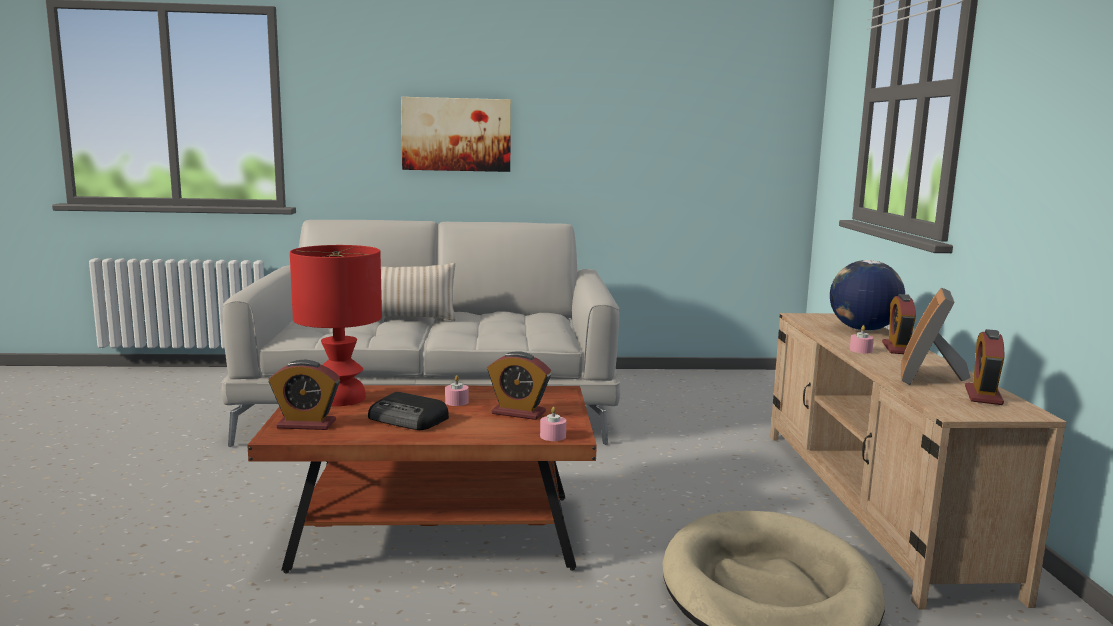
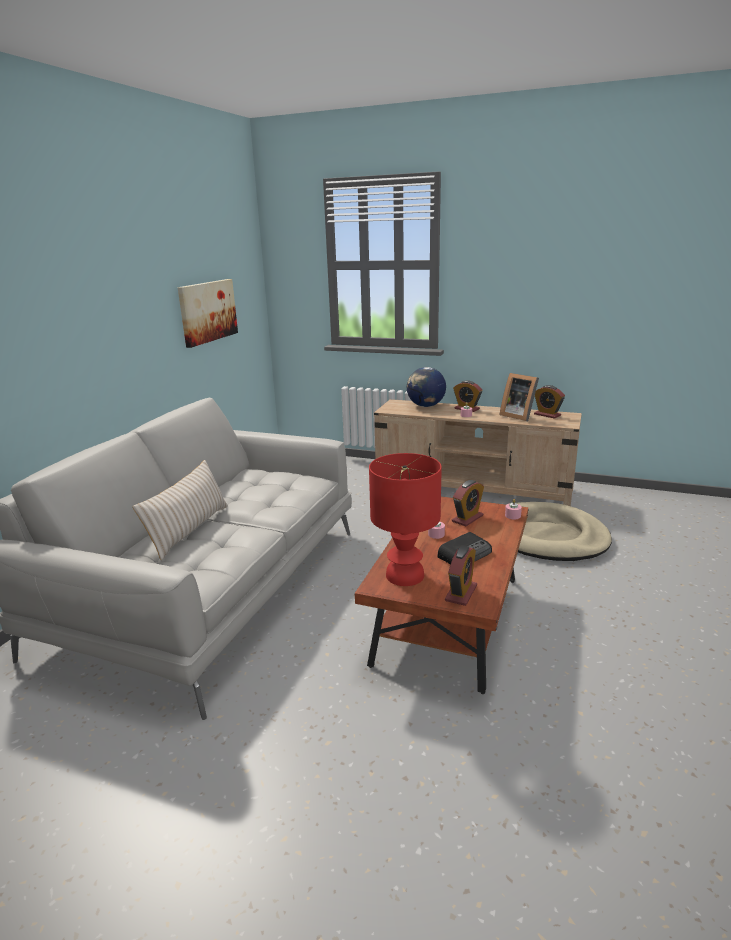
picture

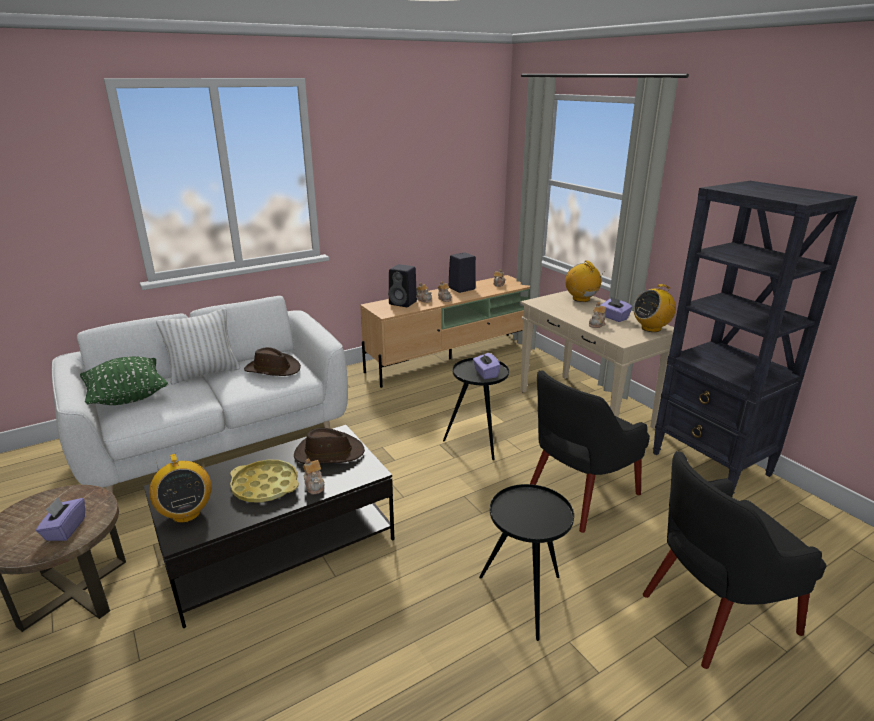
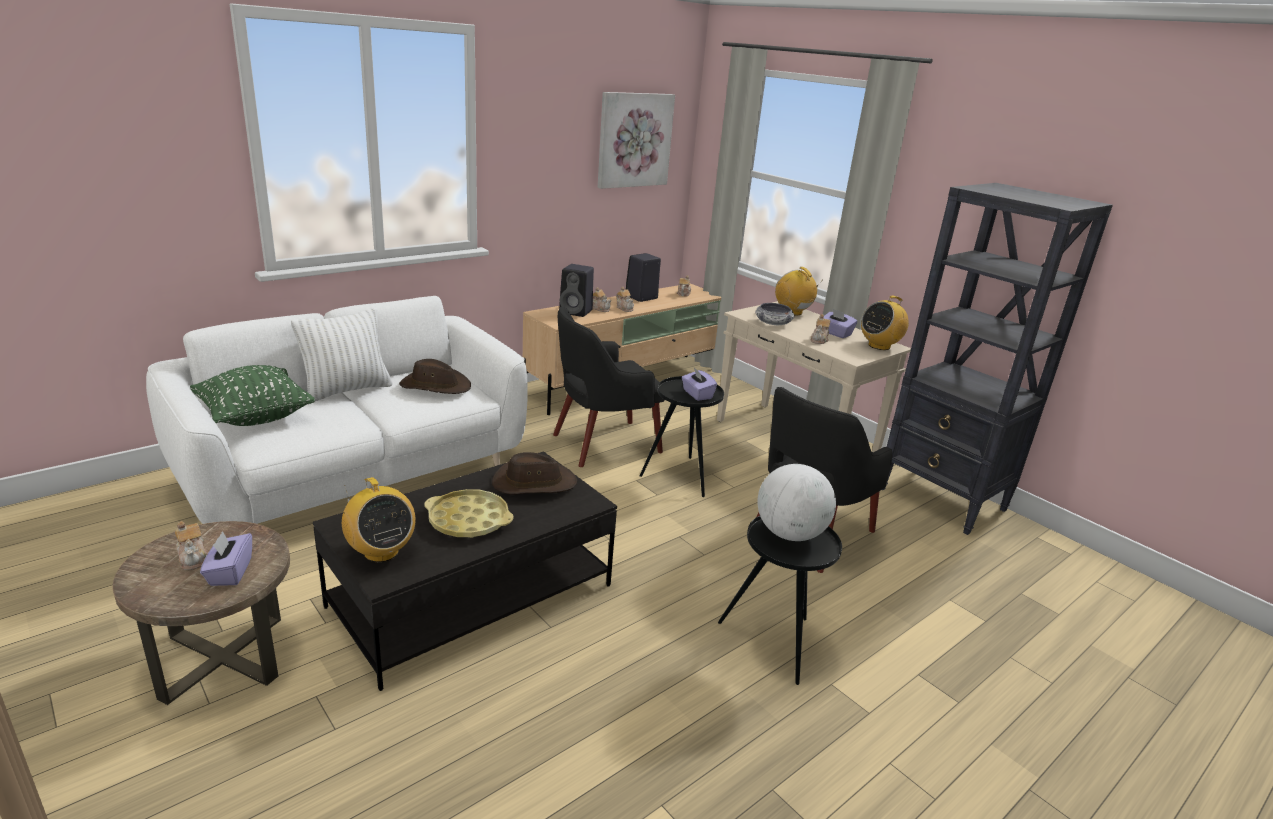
picture
deep dish
world globe
tea pot (1st from left)
black easy chair (1st from left)

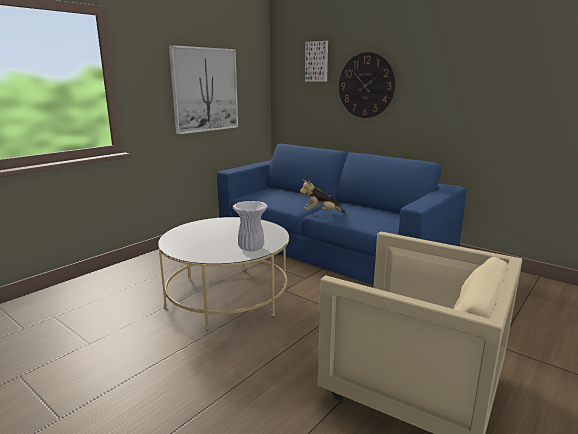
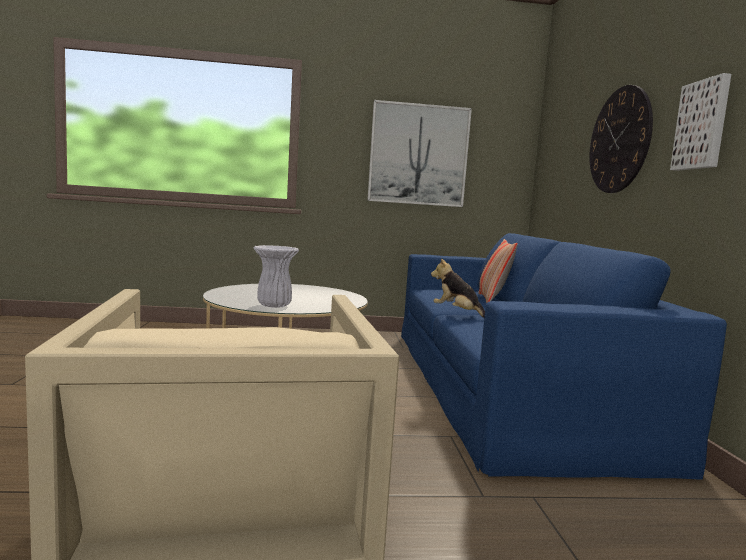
cushion
picture (2nd from left)

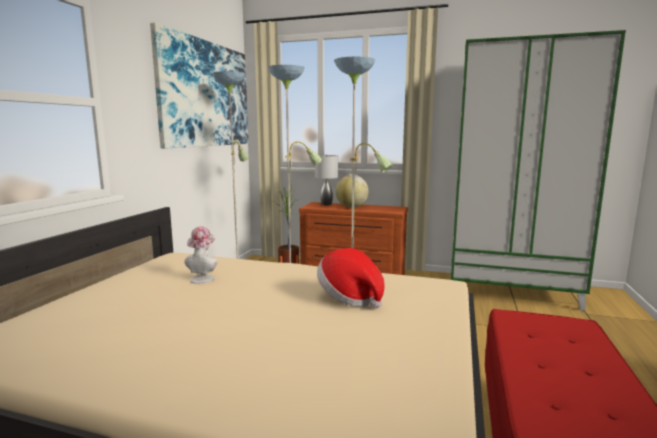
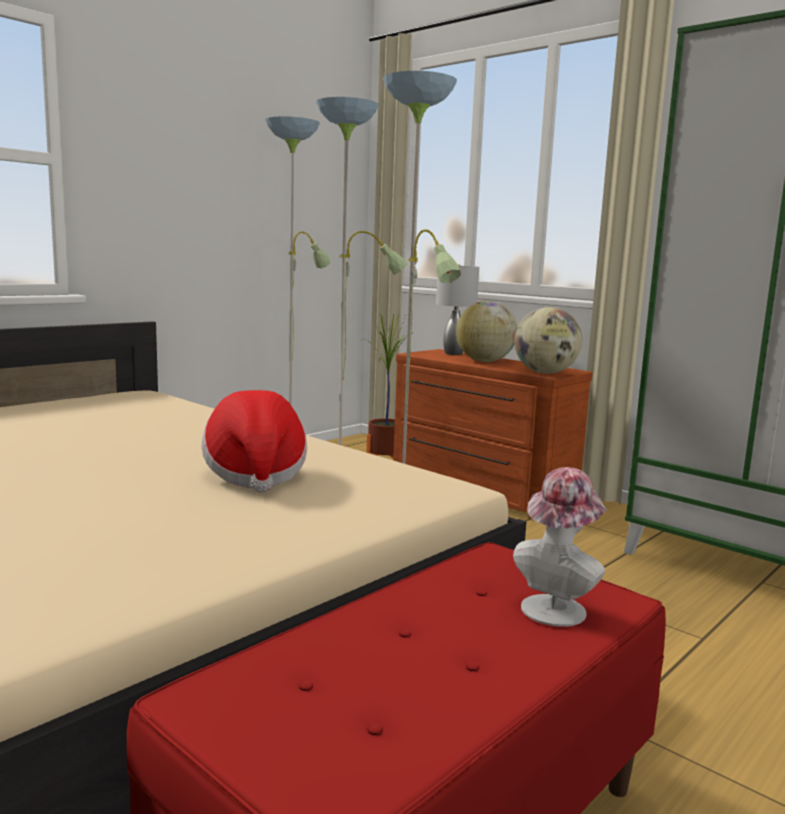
picture
world globe (2nd from left)
wearable hat (2nd from left)

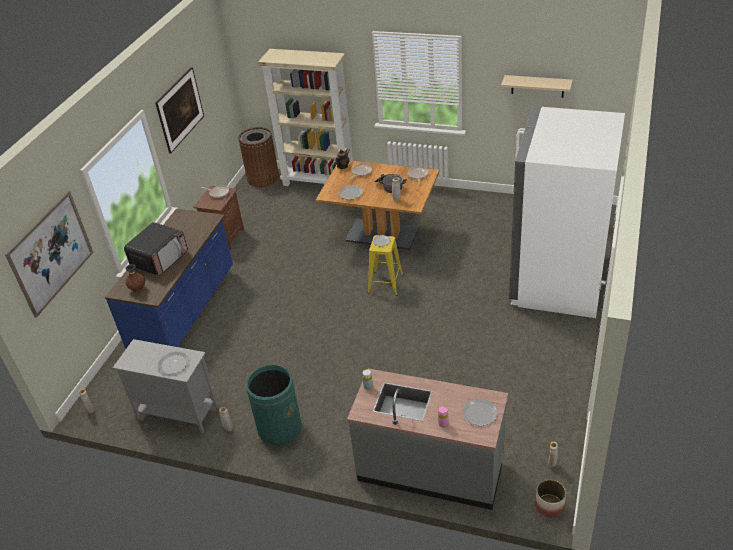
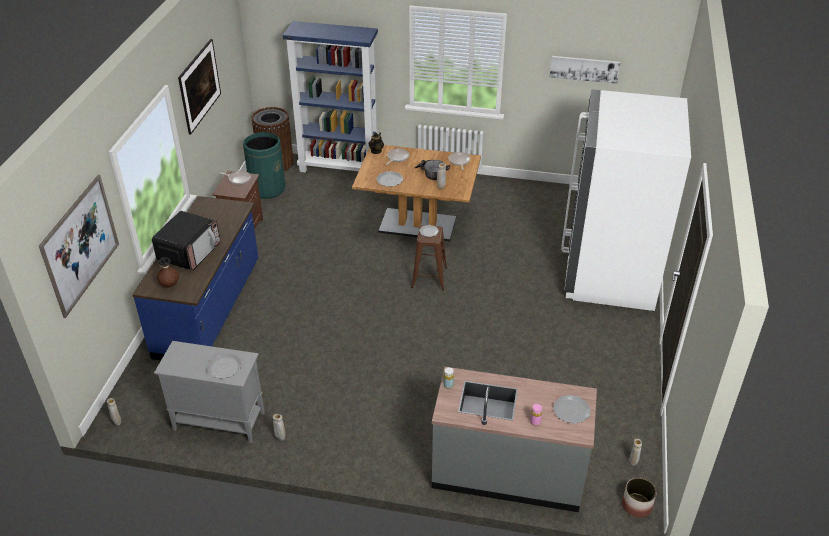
greenish trash can
picture (3rd from left)
blue-coloured bookcase
brown-coloured stool

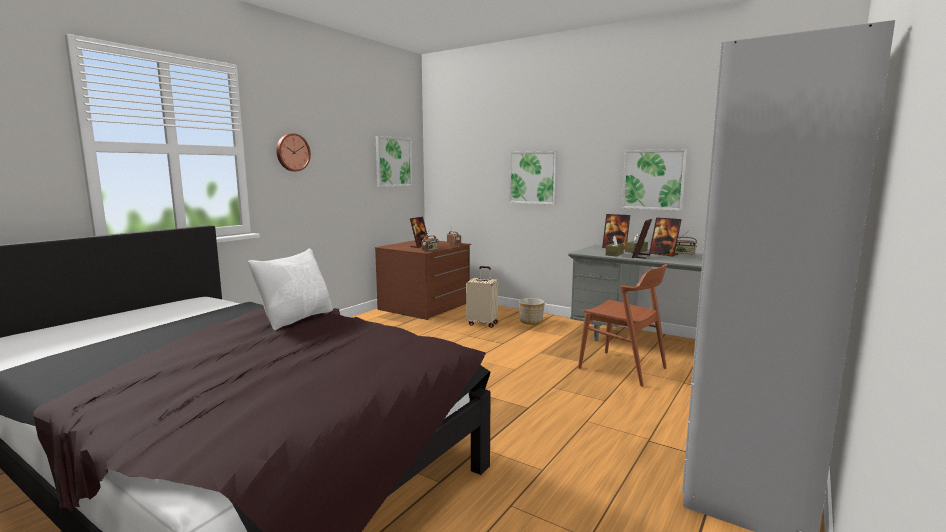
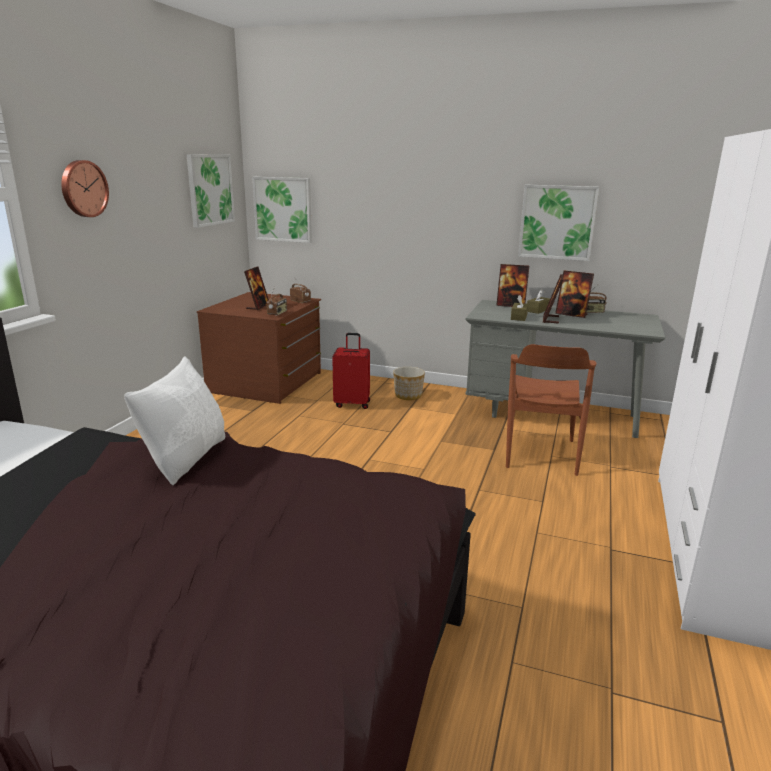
picture (2nd from left)
red piece of luggage
brown-coloured upright chair

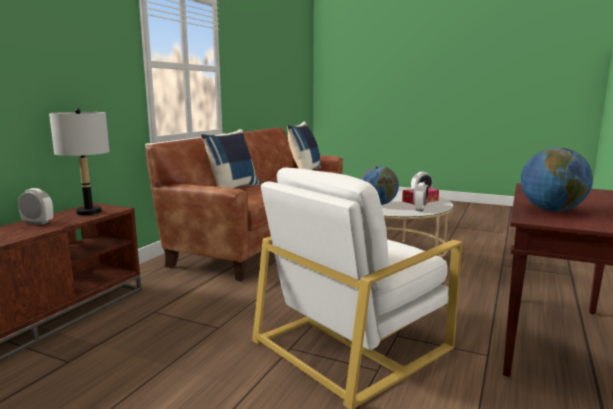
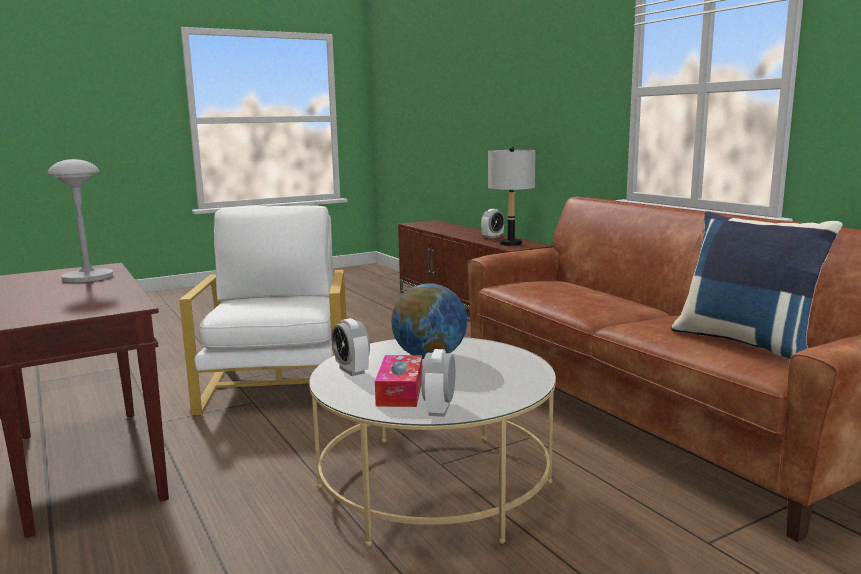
blue-coloured cushion (1st from left in the first image)
gray tabletop lamp (1st from left)

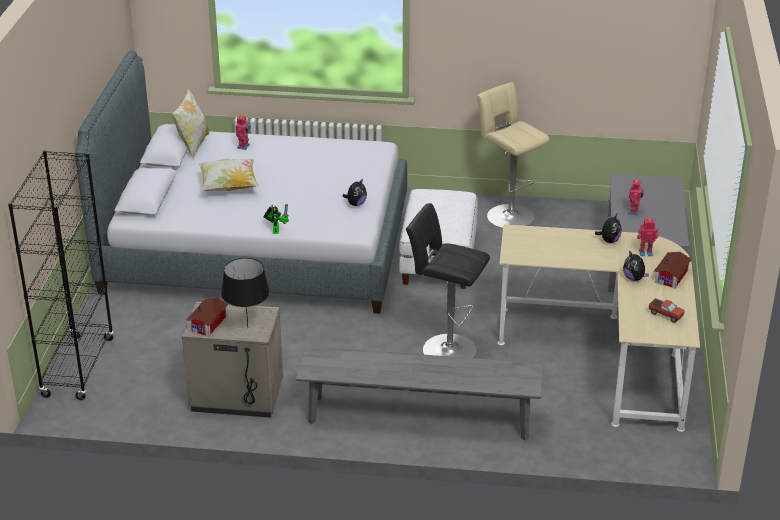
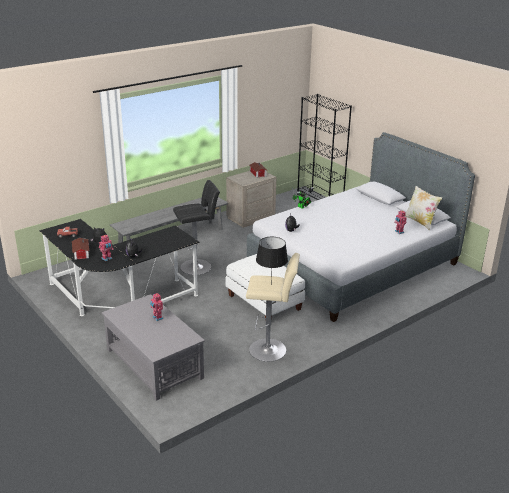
cushion (2nd from left in the first image)
black tabletop lamp
black desk

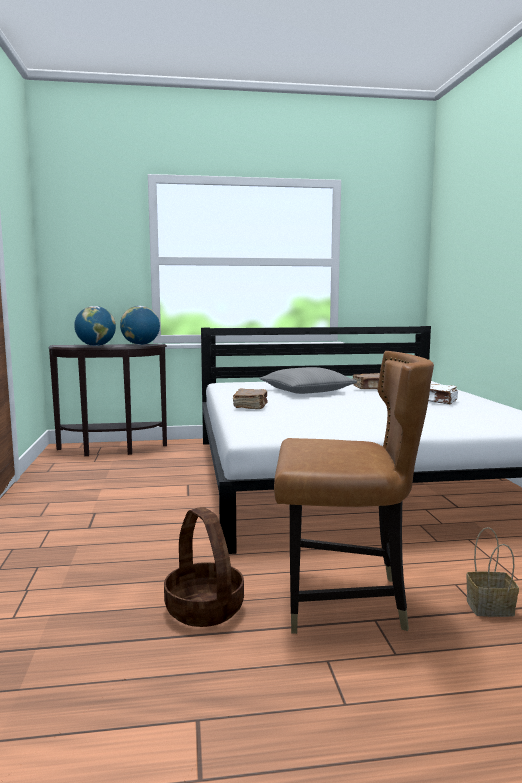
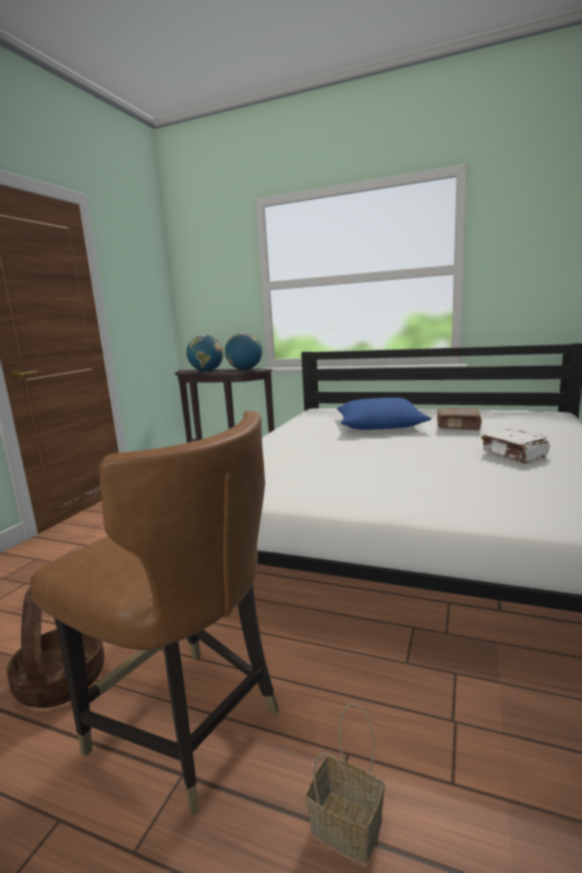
brown-coloured book (1st from left in the first image)
blue-coloured cushion

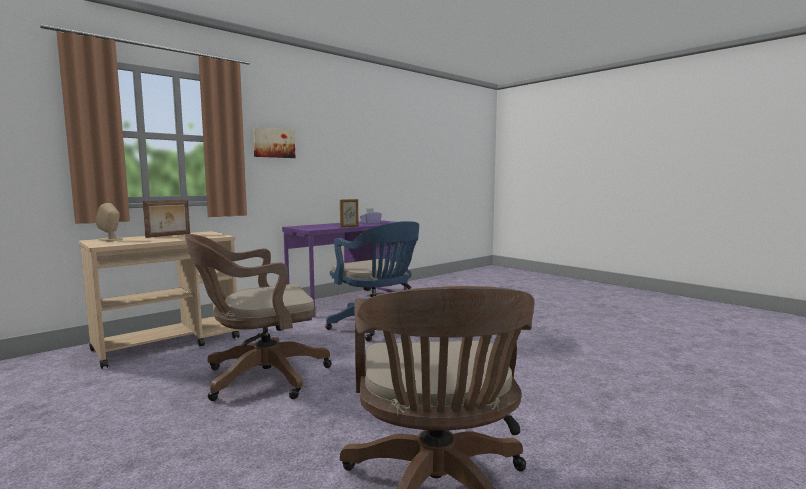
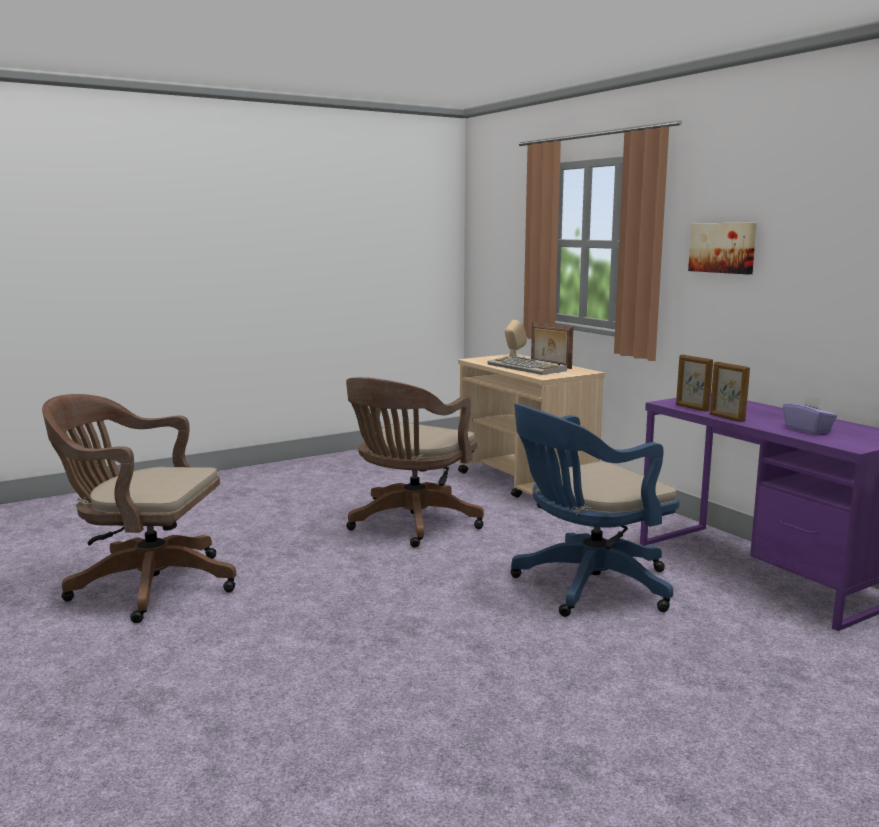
computer keyboard
standing frame (2nd from left)
brown-coloured desk chair (2nd from left)

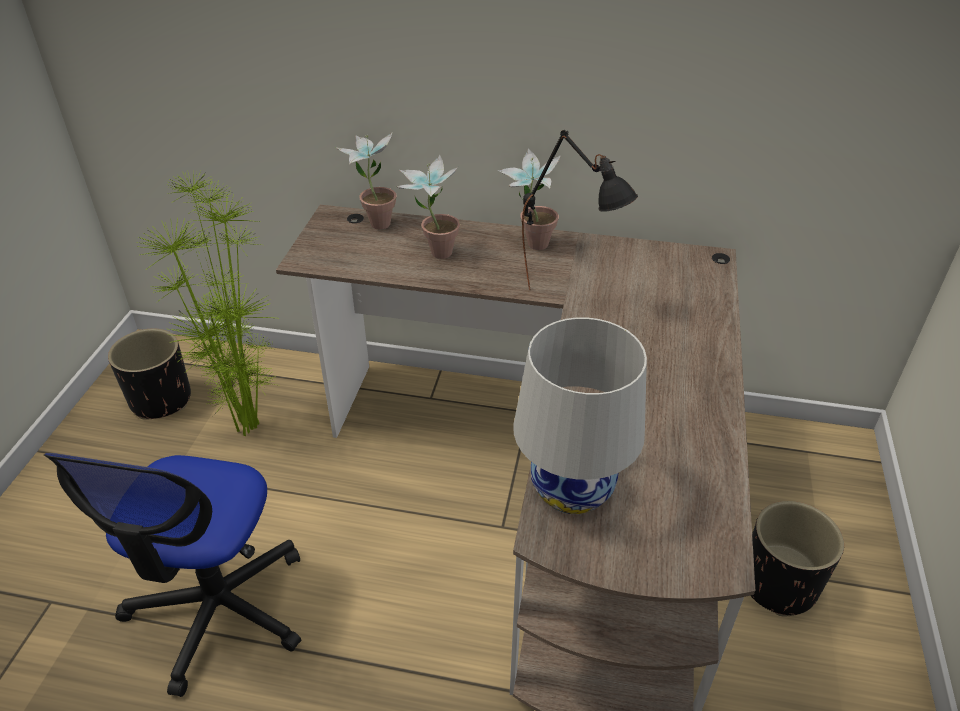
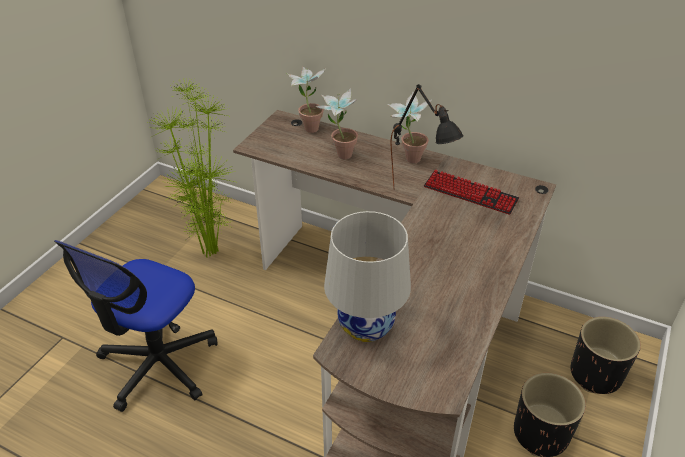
computer keyboard
black flower pot (2nd from left)

